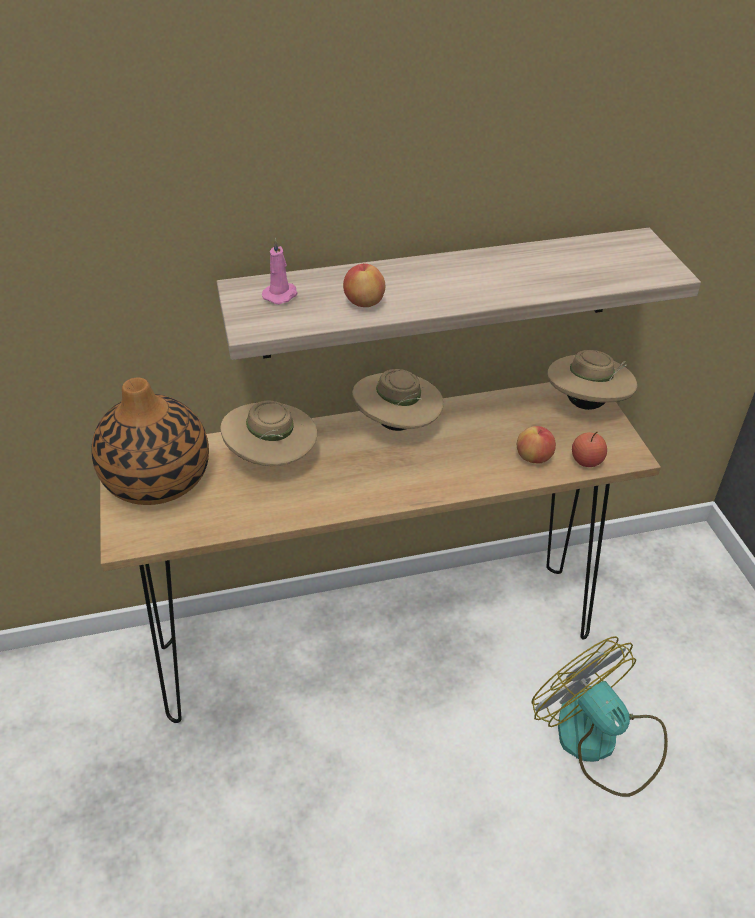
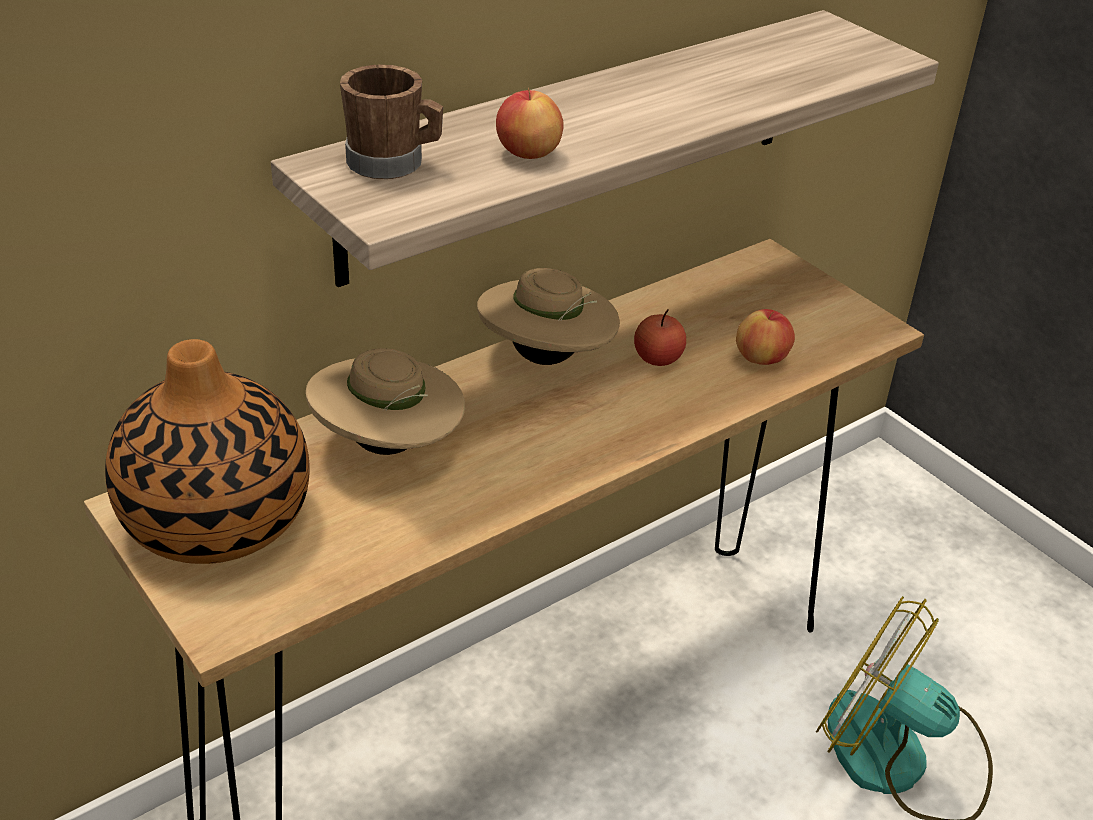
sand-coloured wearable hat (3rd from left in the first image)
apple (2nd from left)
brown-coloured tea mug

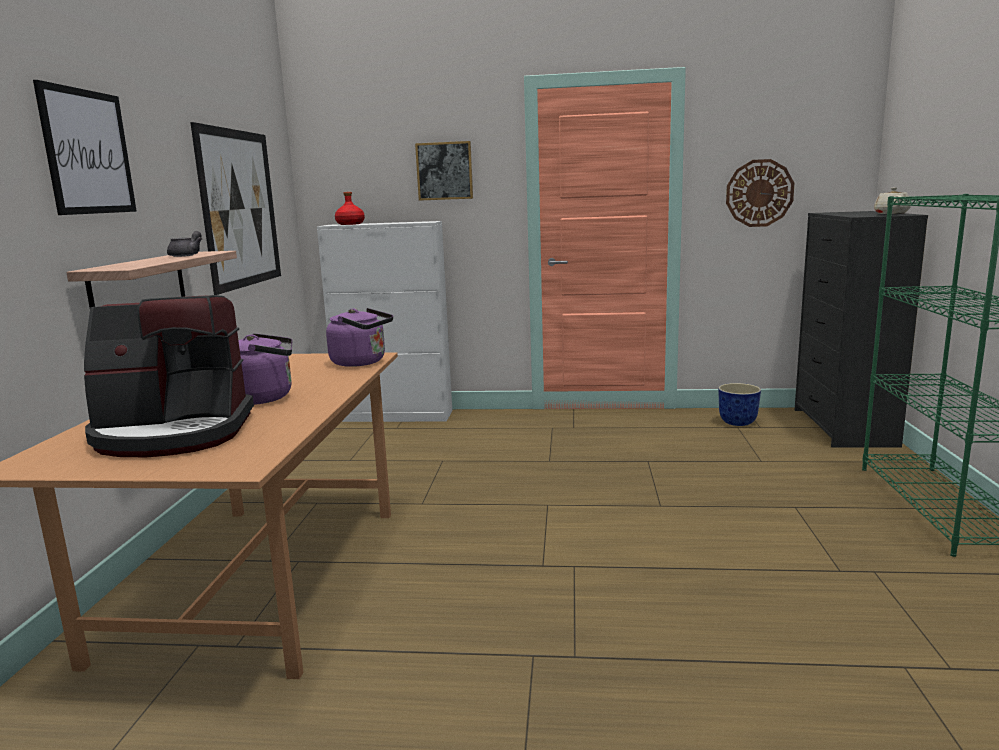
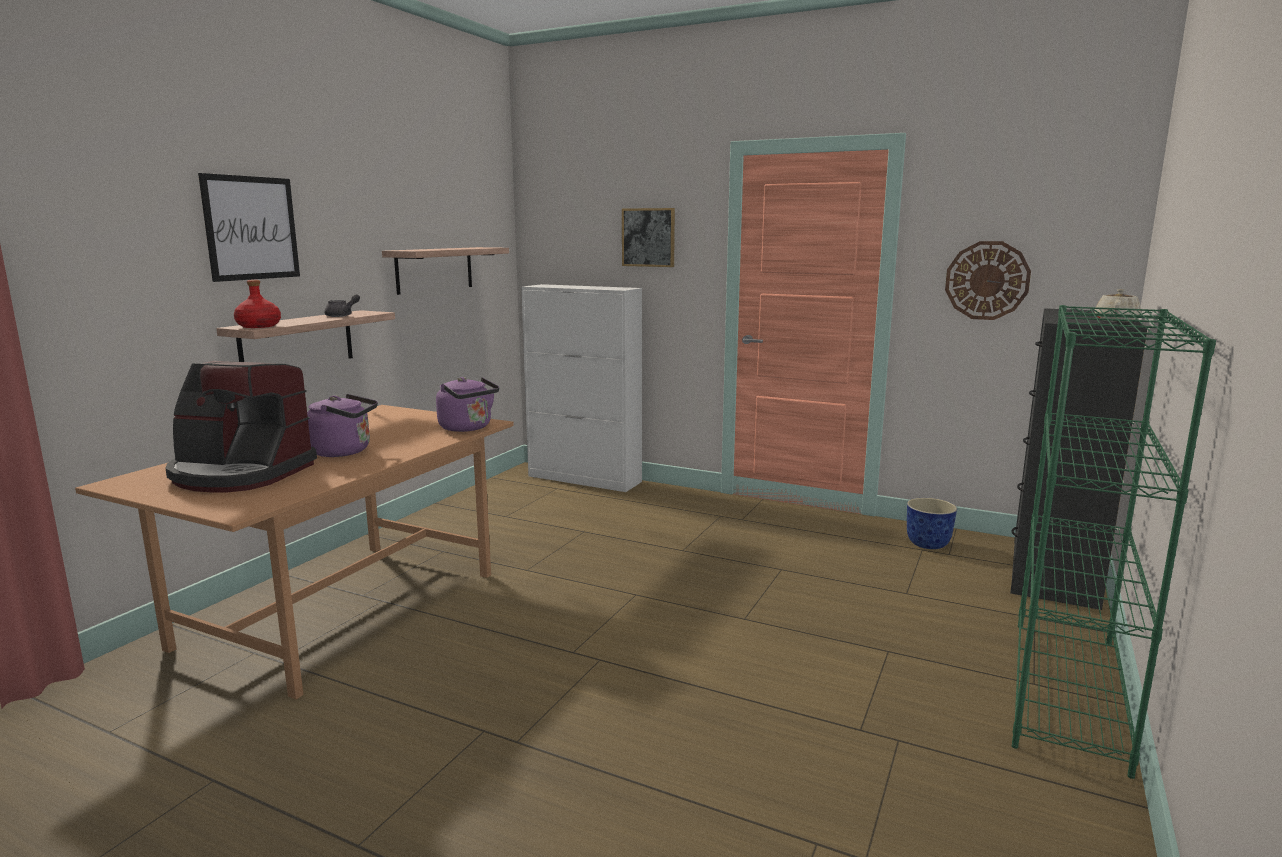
red bottle
shelf (2nd from left)

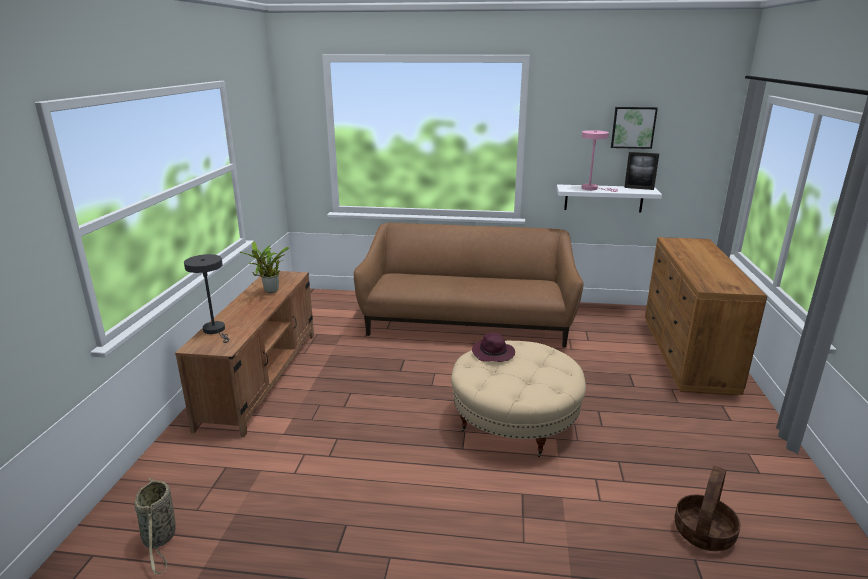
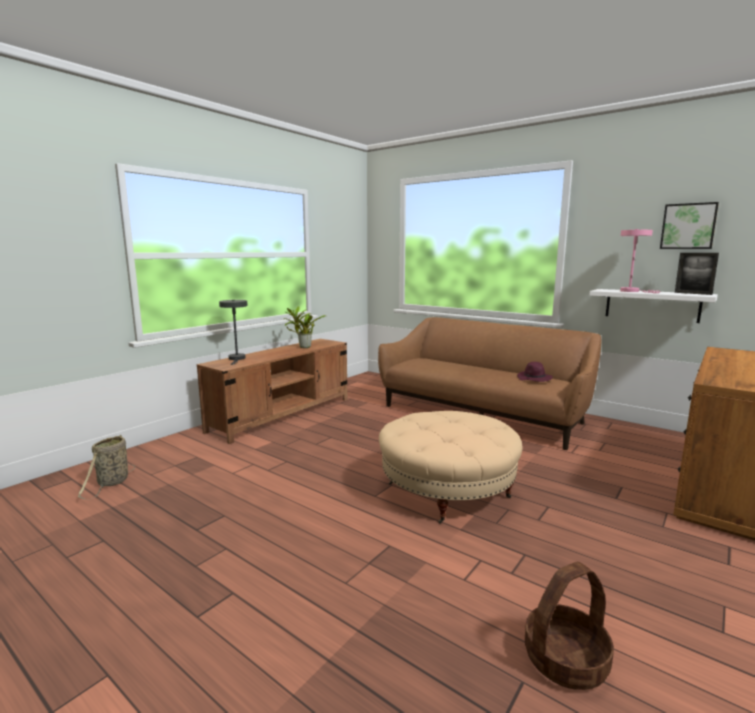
purple wearable hat

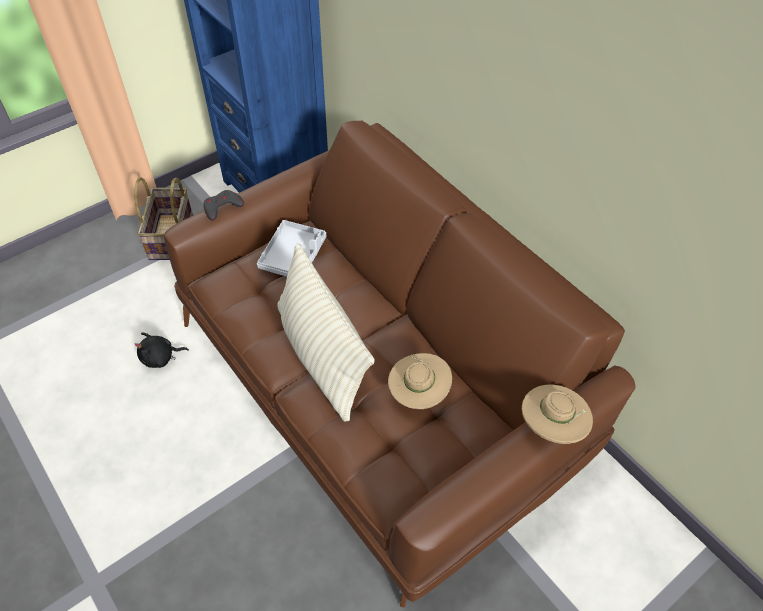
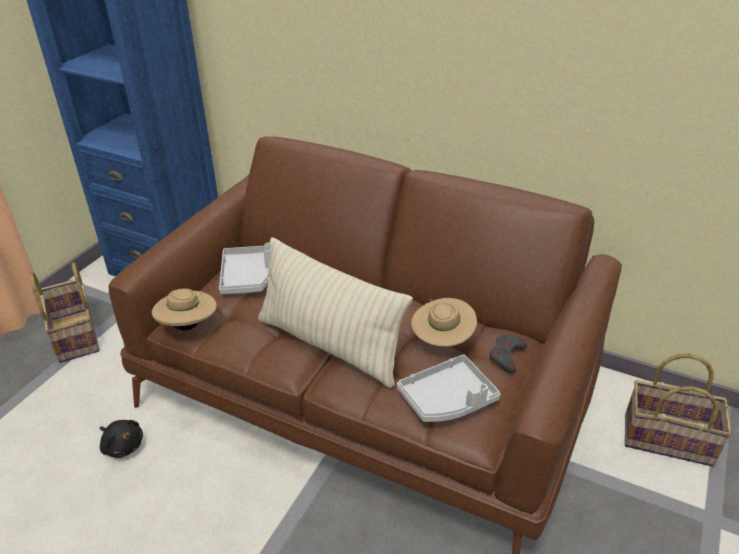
gray tray (2nd from left)
basket (2nd from left)
gray joypad
sand-coloured wearable hat (1st from left)
black cuddly toy

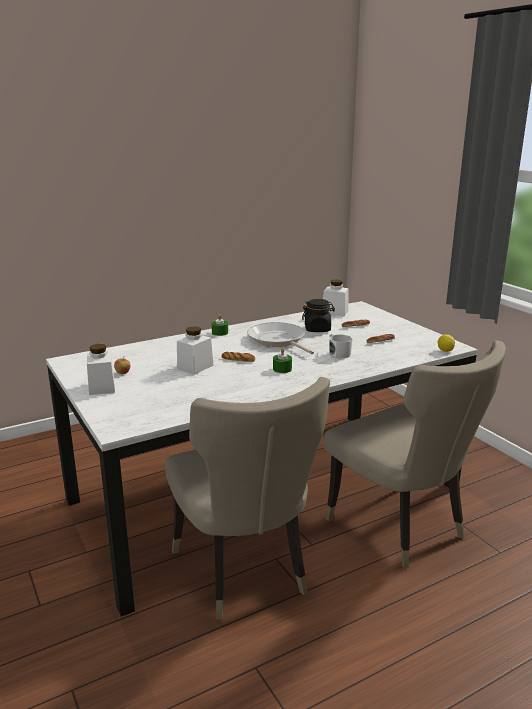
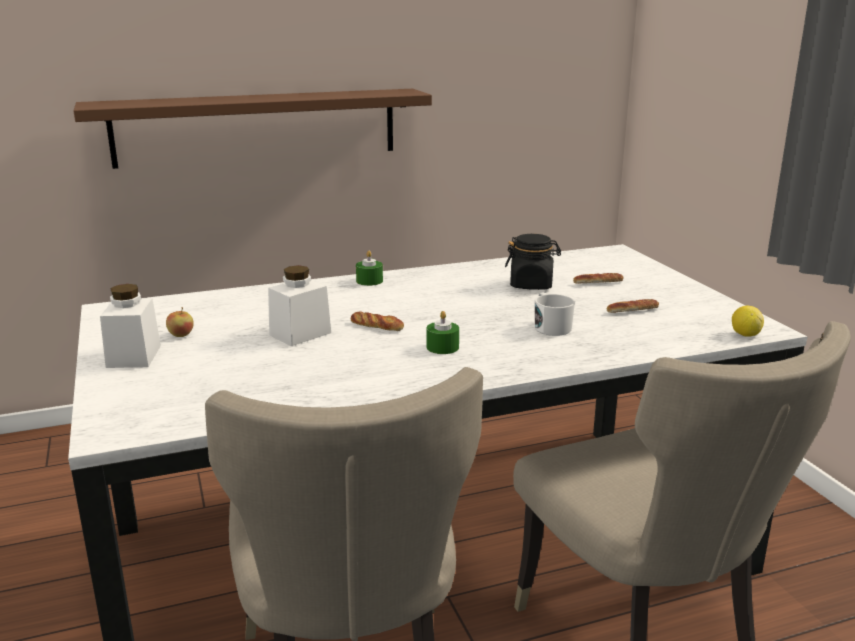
pan
whitish storage jar (3rd from left in the first image)
brown-coloured shelf

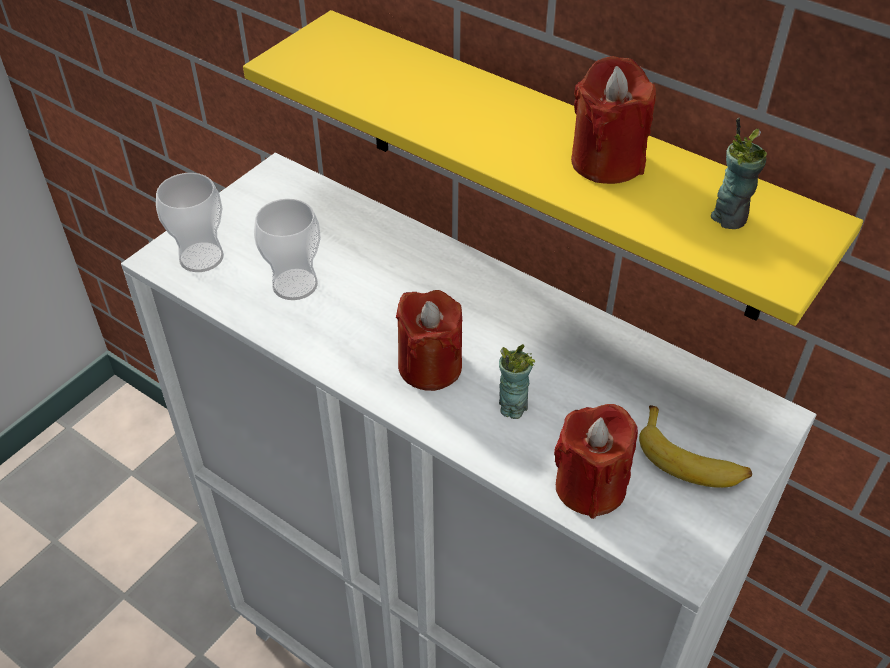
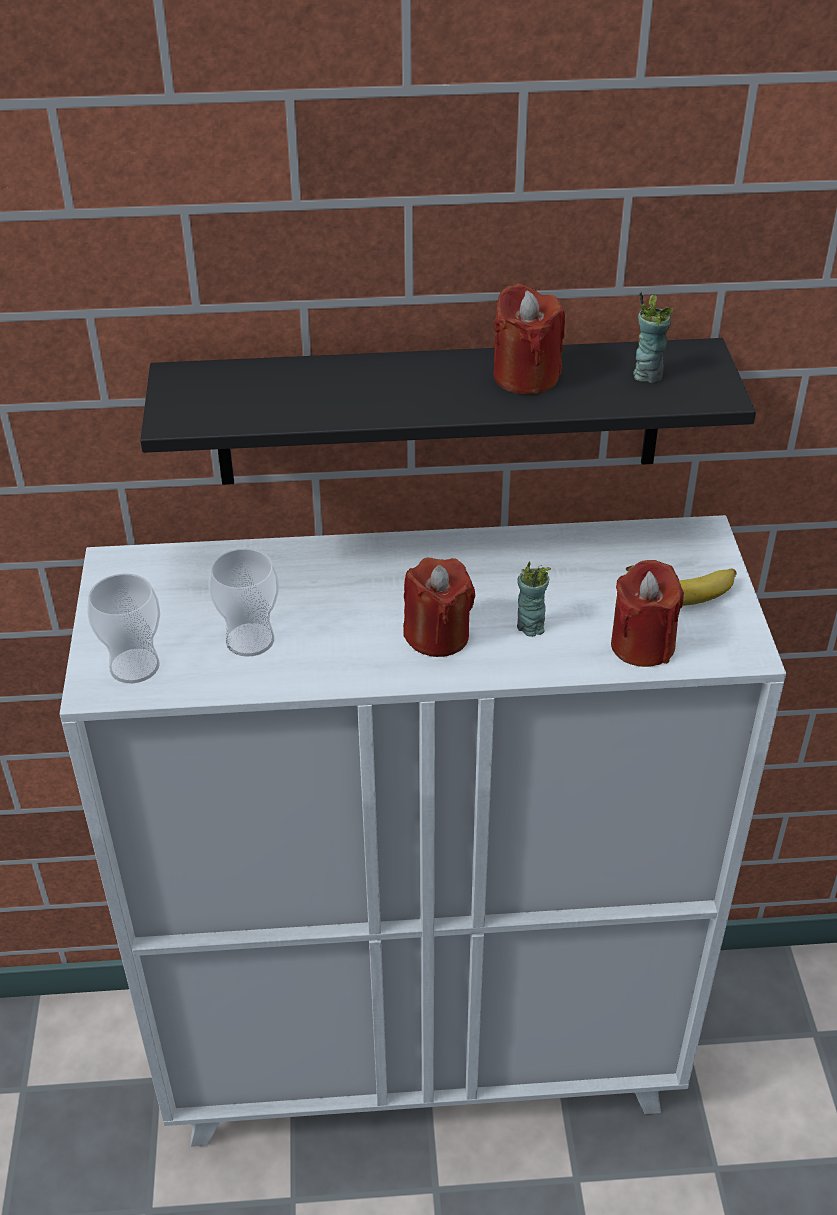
black shelf

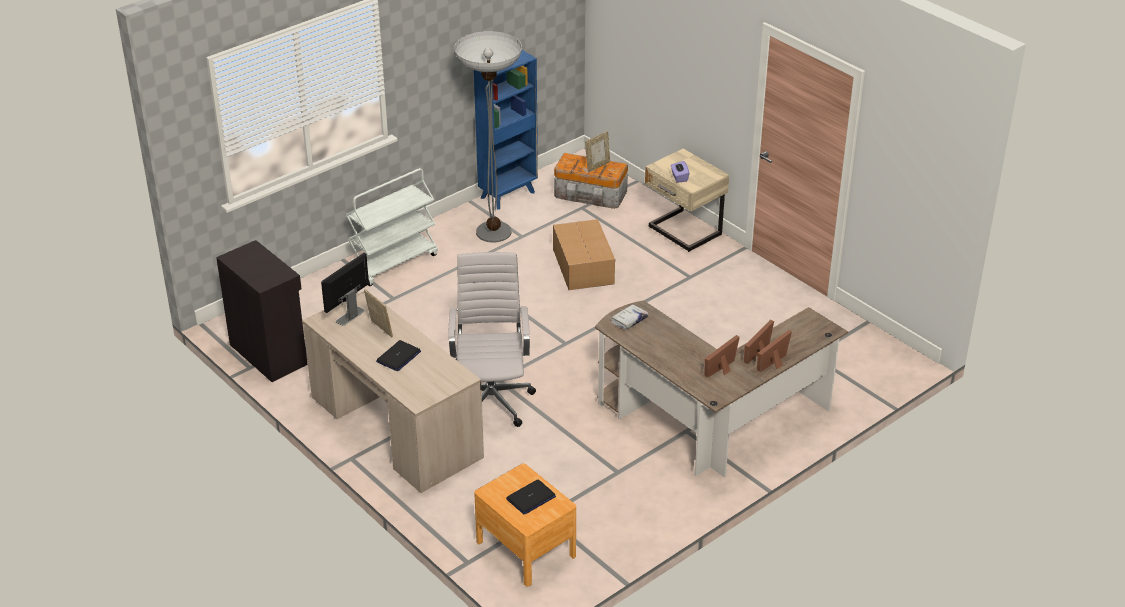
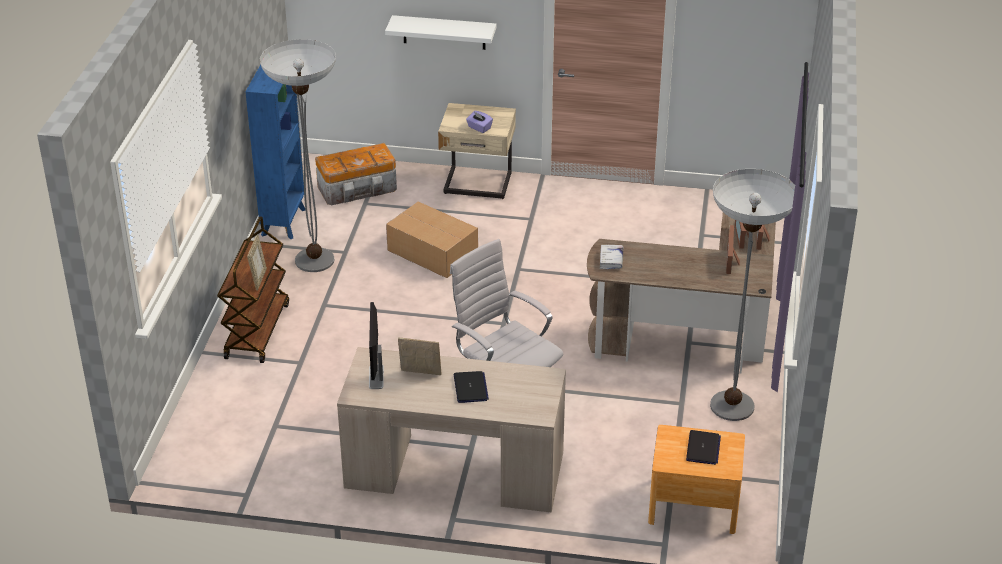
black cabinet
whitish shelf
standard lamp (2nd from left)
standing frame (1st from left)
brown-coloured wheeled cart

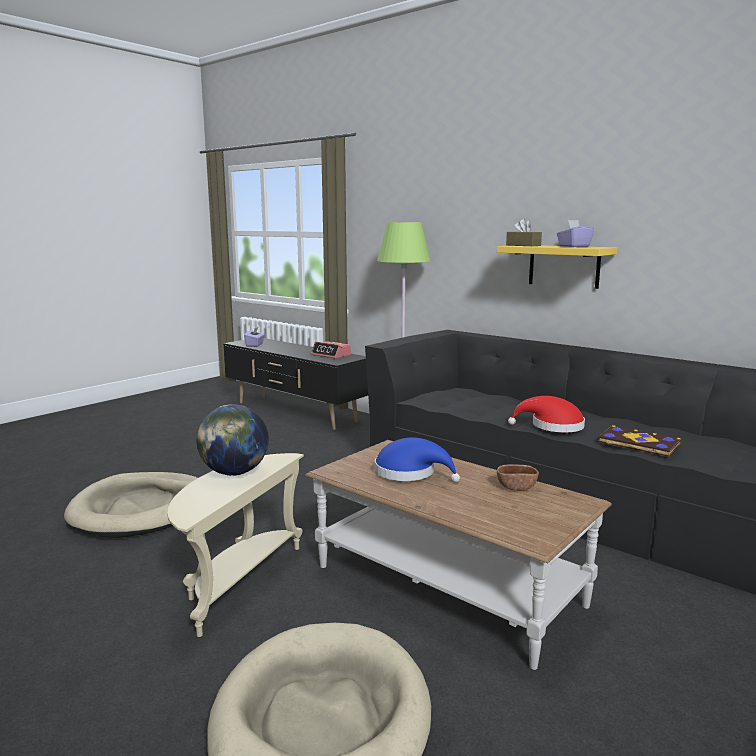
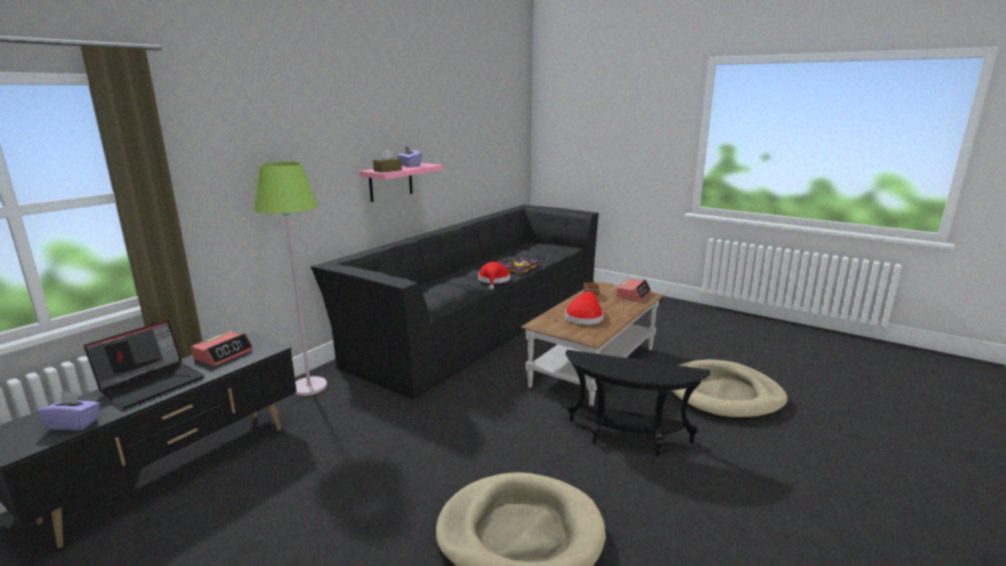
world globe
laptop
table clock (2nd from left)
black accent table
red wearable hat (2nd from left)
pinkish shelf

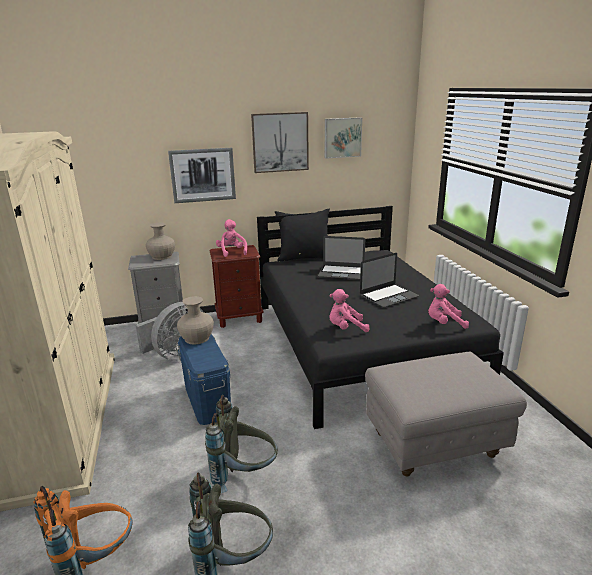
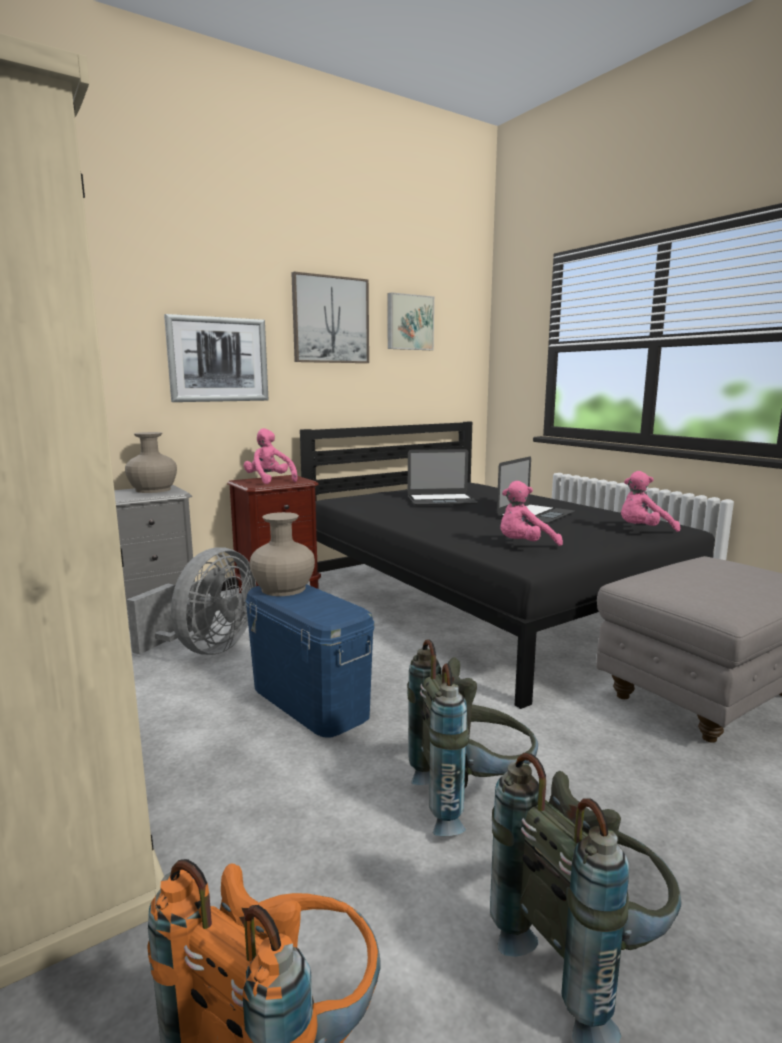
black cushion

